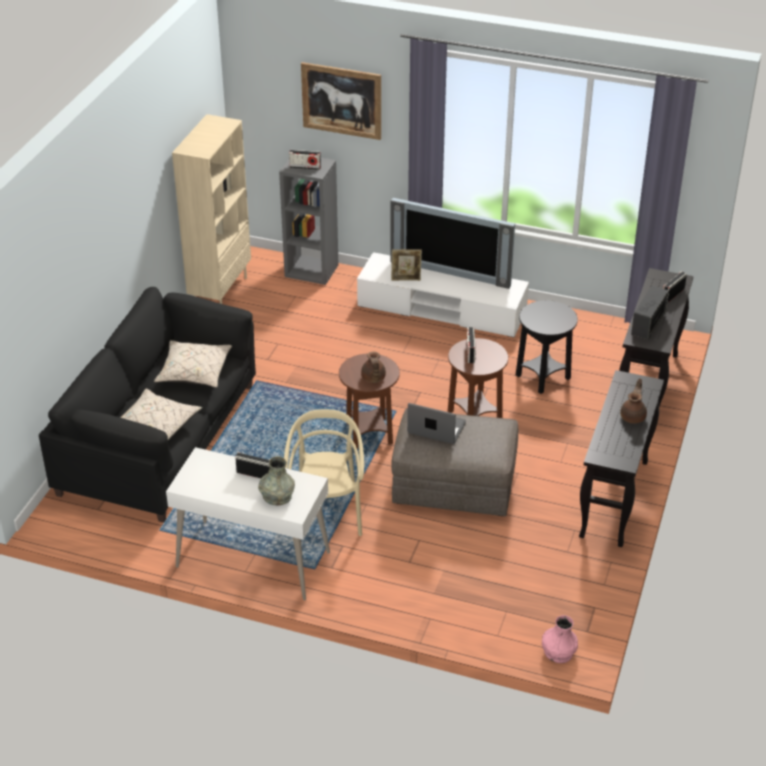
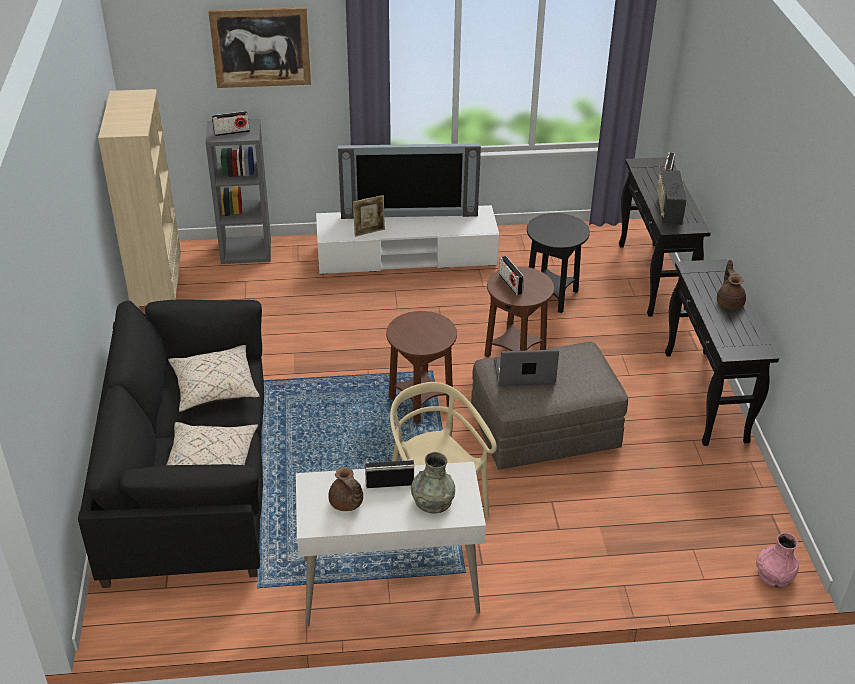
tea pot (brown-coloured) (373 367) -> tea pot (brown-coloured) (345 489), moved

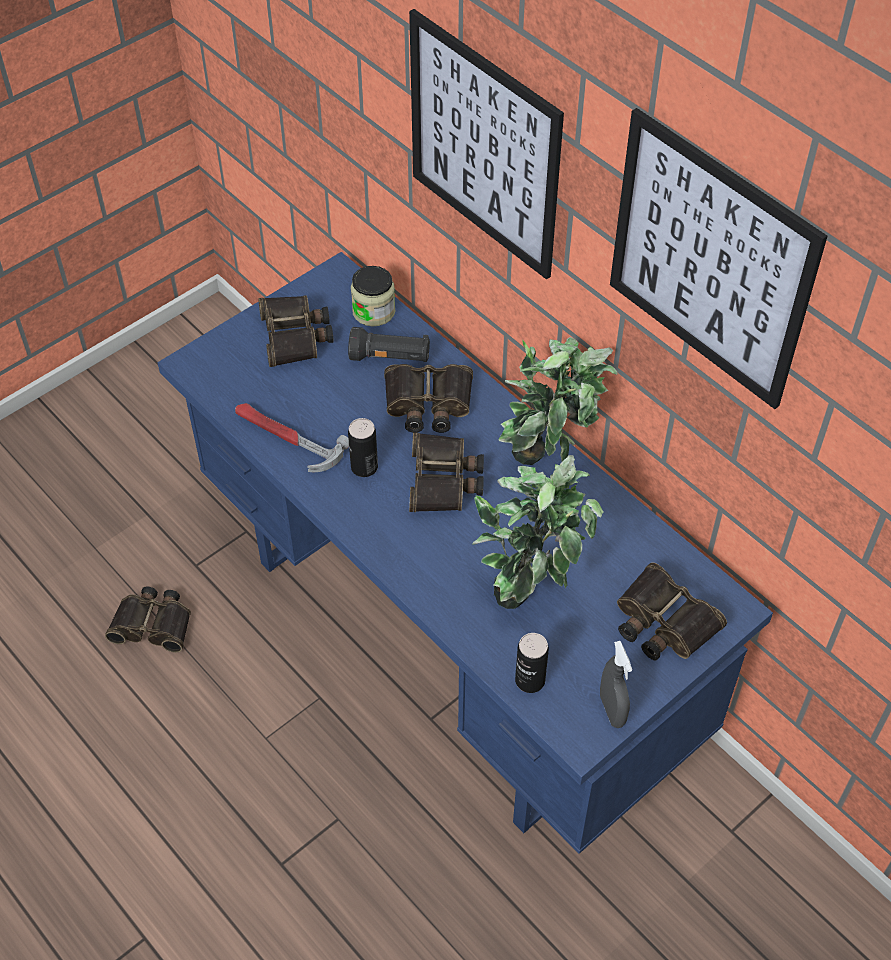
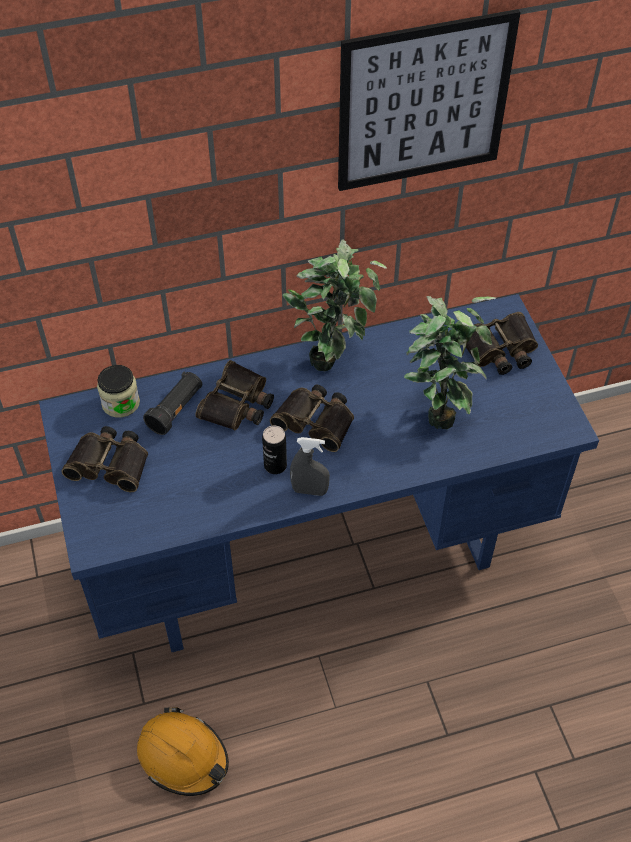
field glasses (148 619) -> safety helmet (orangey) (183 751)
hand hammer (292 437) -> none
wall art (486 144) -> none
can (532 663) -> none
hand sprayer (greyish) (616 684) -> hand sprayer (greyish) (310 466), moved

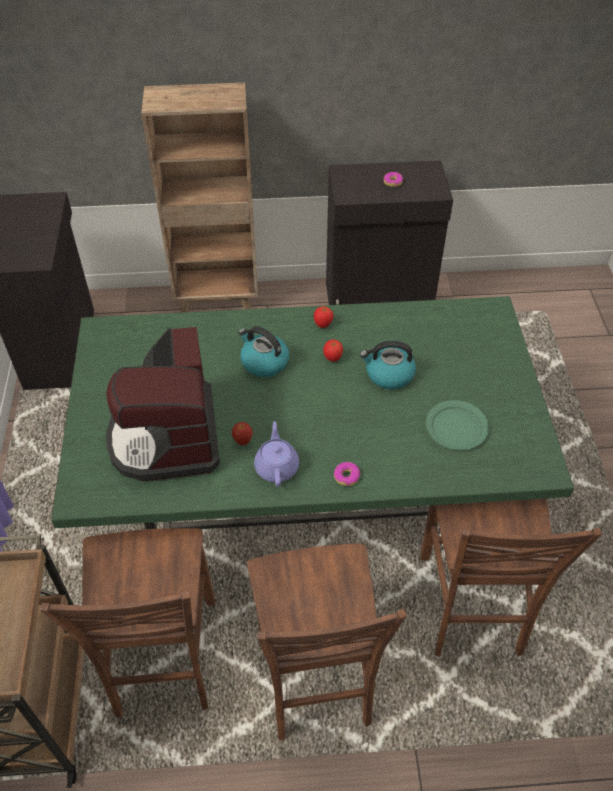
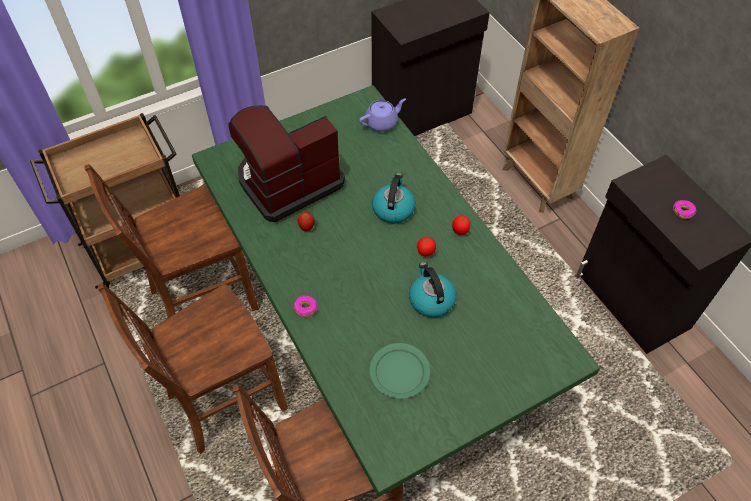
tea pot (purplish) (276 454) -> tea pot (purplish) (382 114), moved

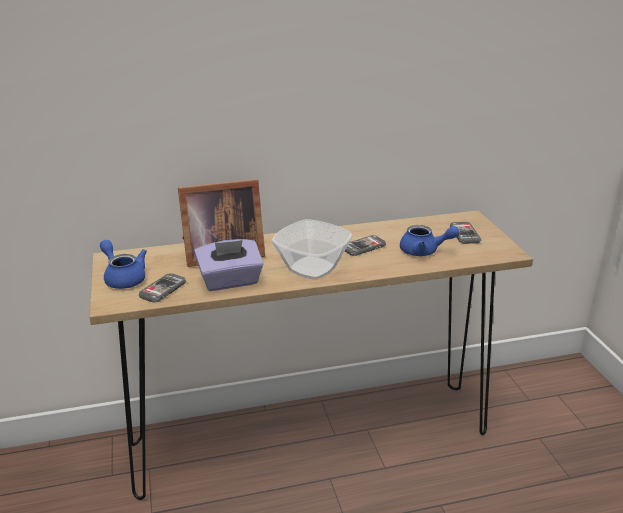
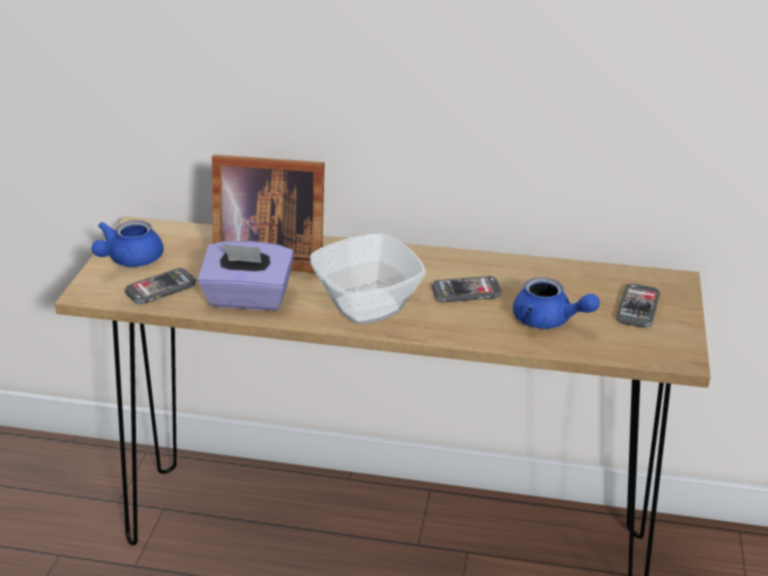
tea pot (bluish) (123 264) -> tea pot (bluish) (127 243), 135 degrees counterclockwise

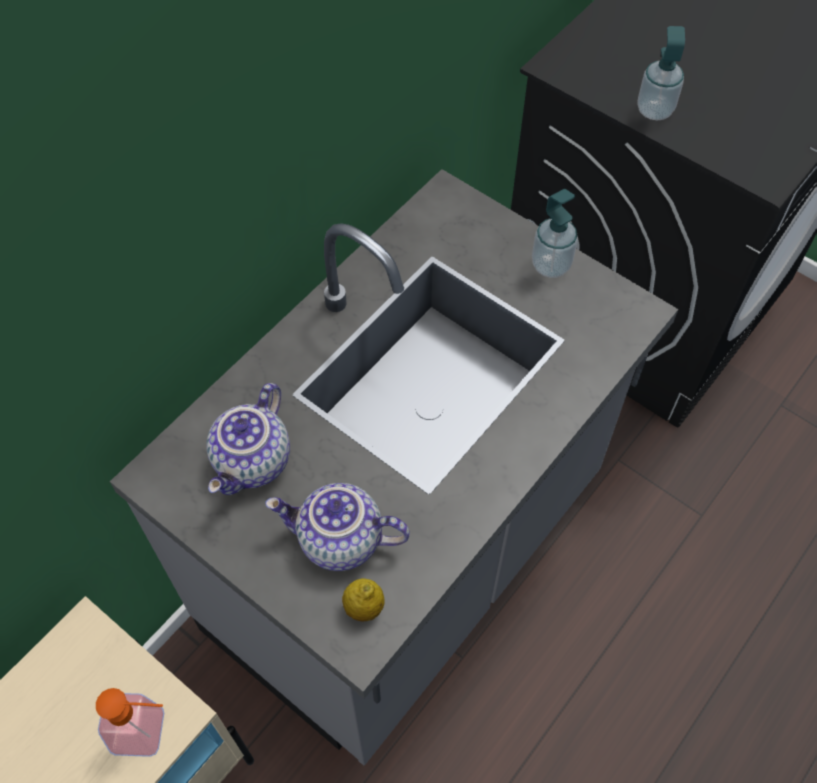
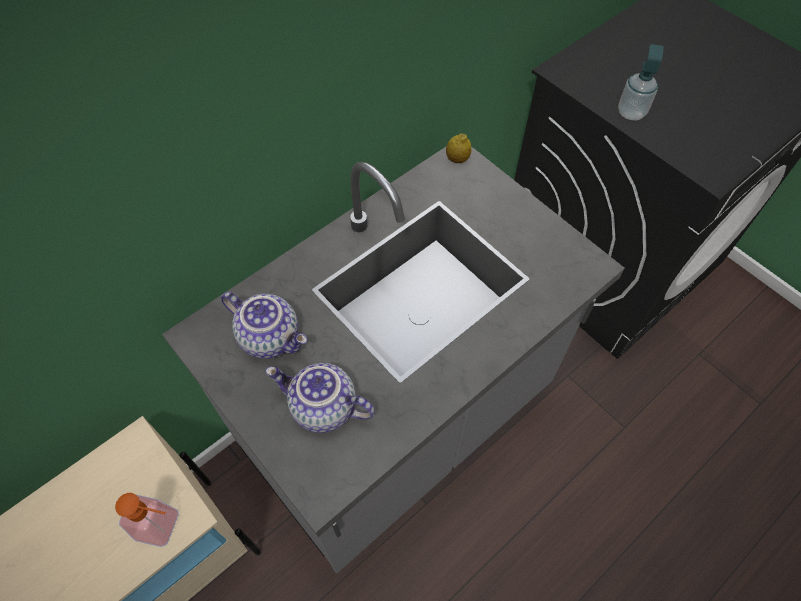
tea pot (248 439) -> tea pot (264 325), 90 degrees counterclockwise
citrus fruit (363 600) -> citrus fruit (458 148), moved
liquid soap bottle (555 233) -> none

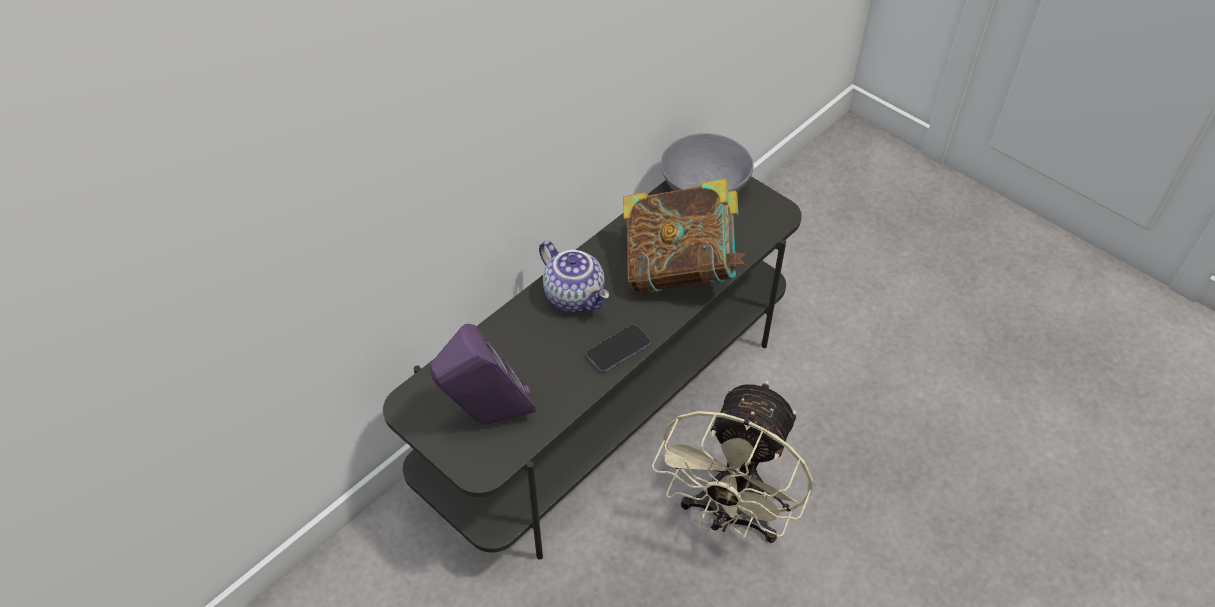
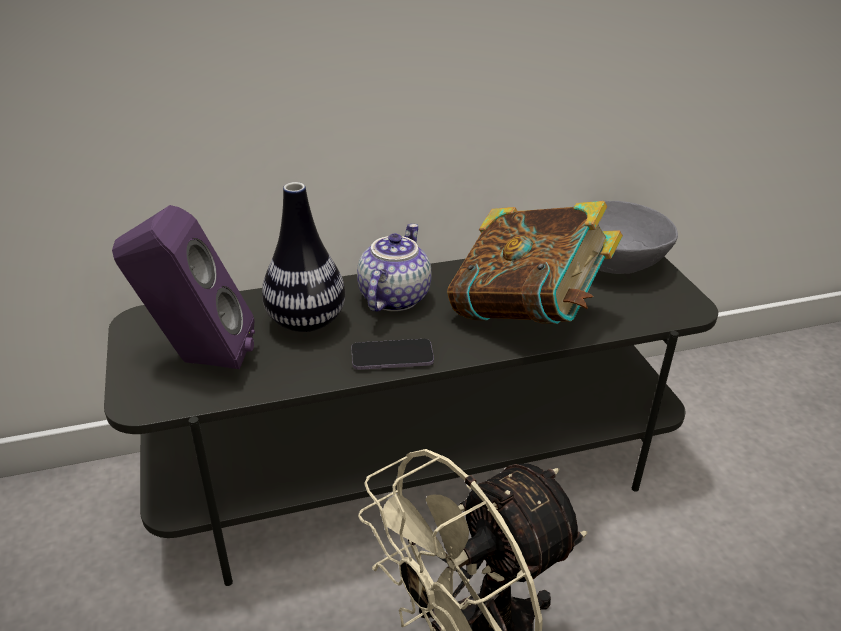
tea pot (574 276) -> tea pot (394 268), 150 degrees counterclockwise
none -> decorative vase (303 257)

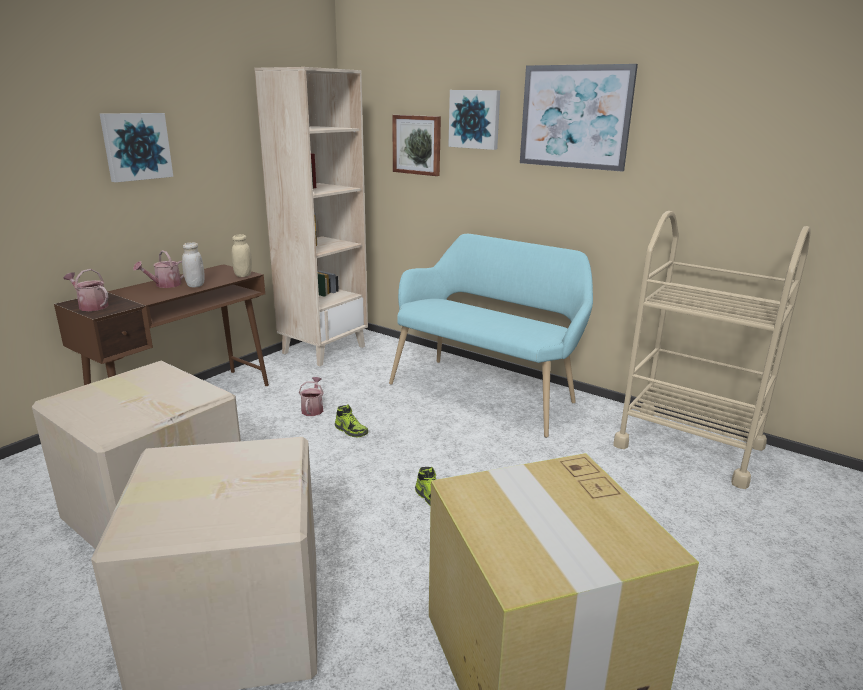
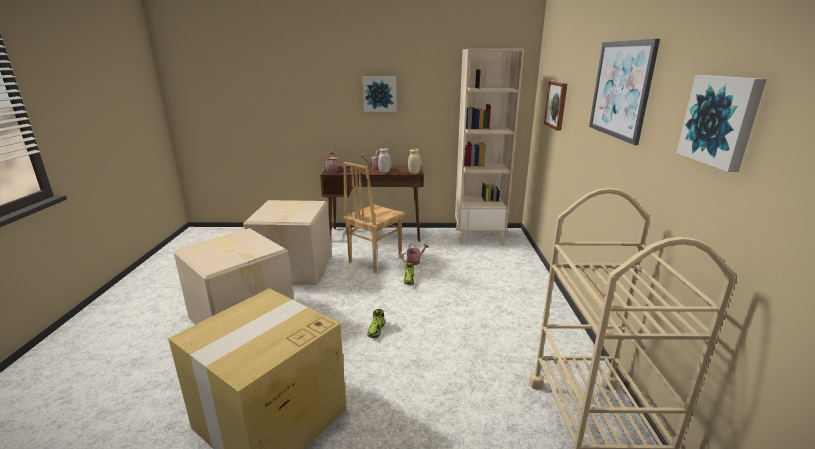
bench (turquoise-coloured) (491 336) -> none
wall art (474 120) -> wall art (721 123), moved
none -> upright chair (brown-coloured) (374 217)

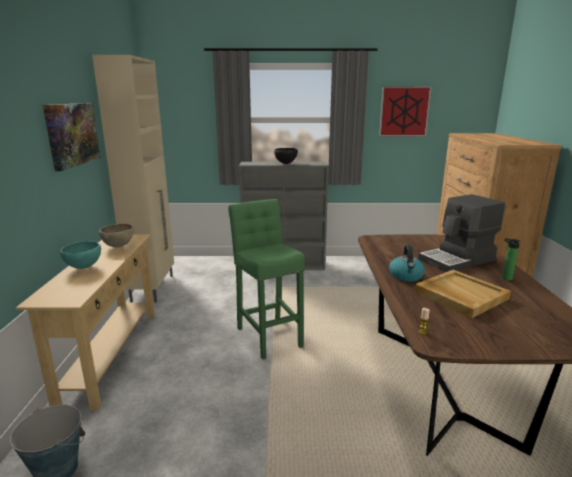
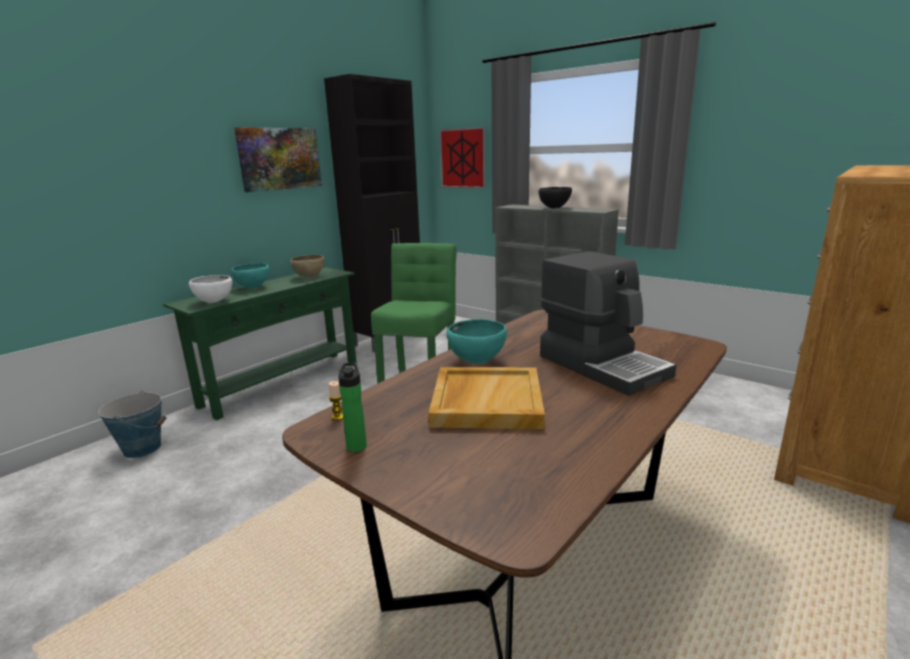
hall table (beige) (85 322) -> hall table (greenish) (260 343)
cabinet (beige) (133 178) -> cabinet (black) (372 213)
wall art (405 111) -> wall art (462 157), moved
tea kettle (407 263) -> bowl (turquoise-coloured) (476 341)
coffee machine (461 233) -> coffee machine (608 323), 135 degrees counterclockwise
drink bottle (511 259) -> drink bottle (352 407), moved
none -> bowl (whitish) (211 289)

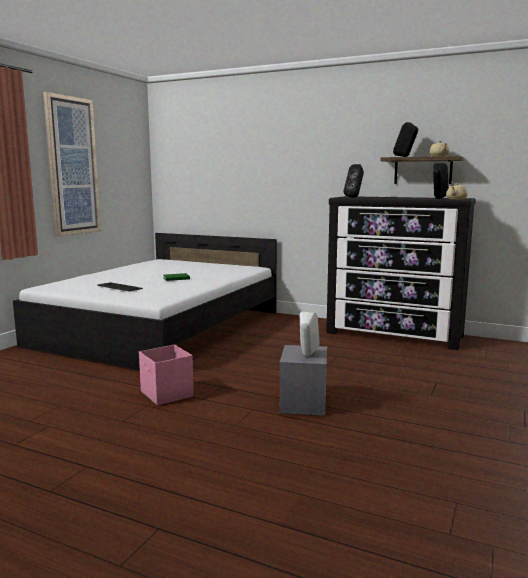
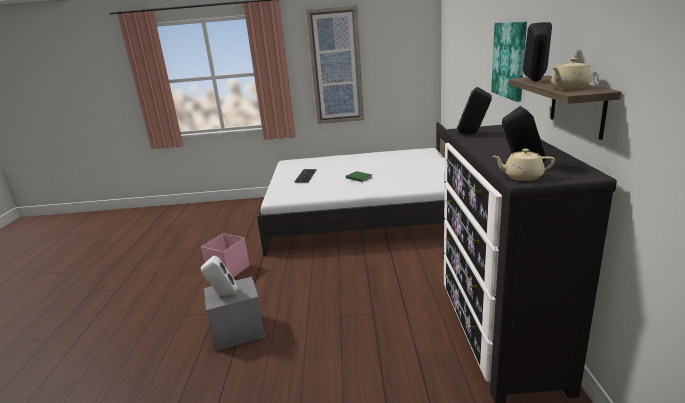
none -> wall art (509 62)

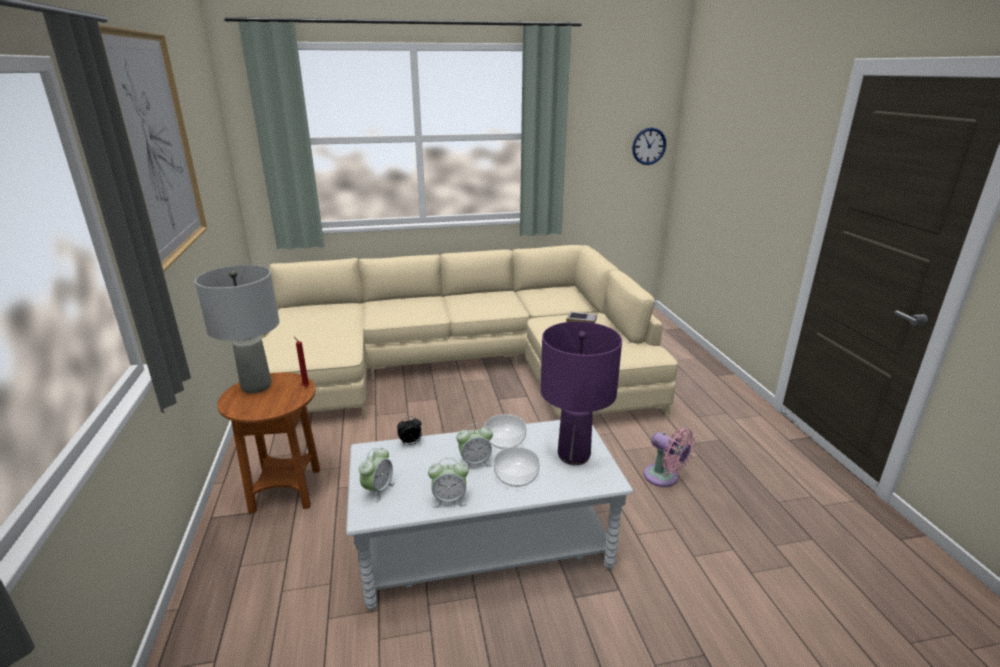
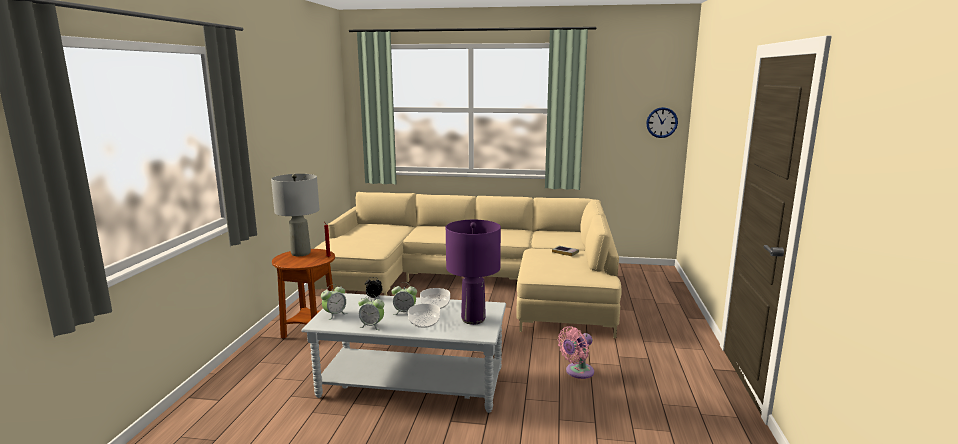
wall art (153 148) -> none
cooling fan (pink) (669 457) -> cooling fan (pink) (576 352), 75 degrees clockwise

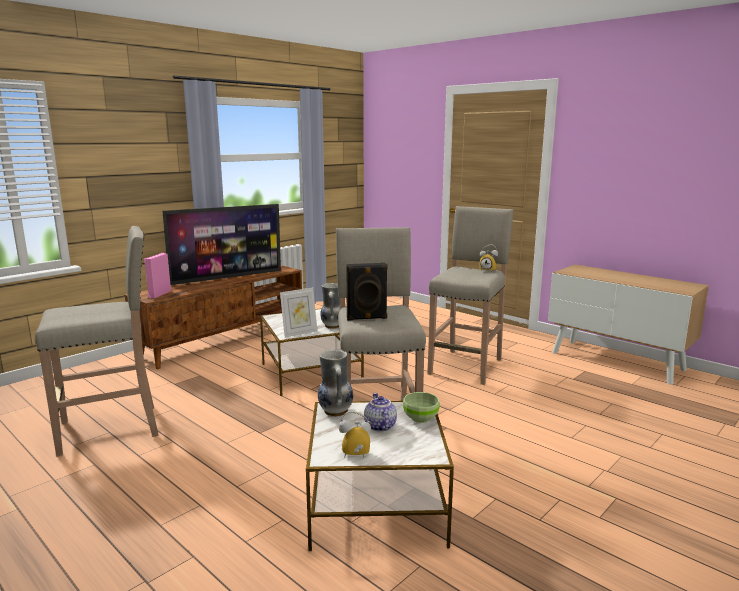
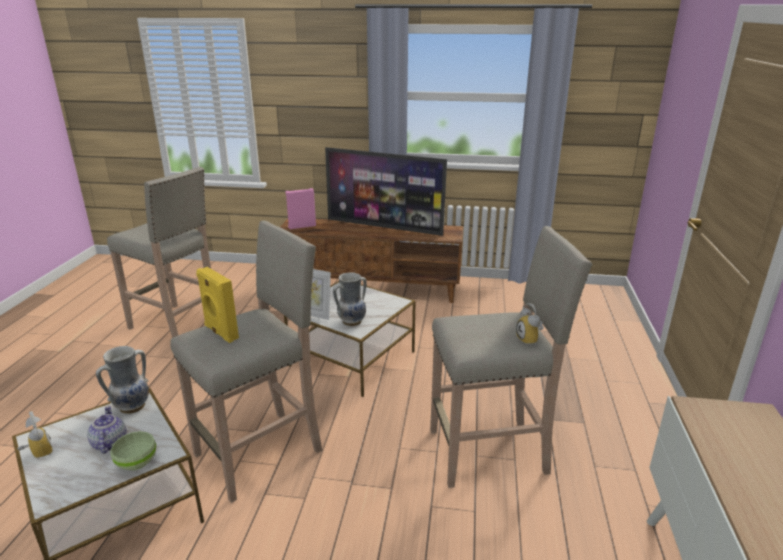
audio speaker (black) (367 292) -> audio speaker (yellow-coloured) (217 305)
tea pot (380 412) -> tea pot (107 430), 60 degrees counterclockwise

